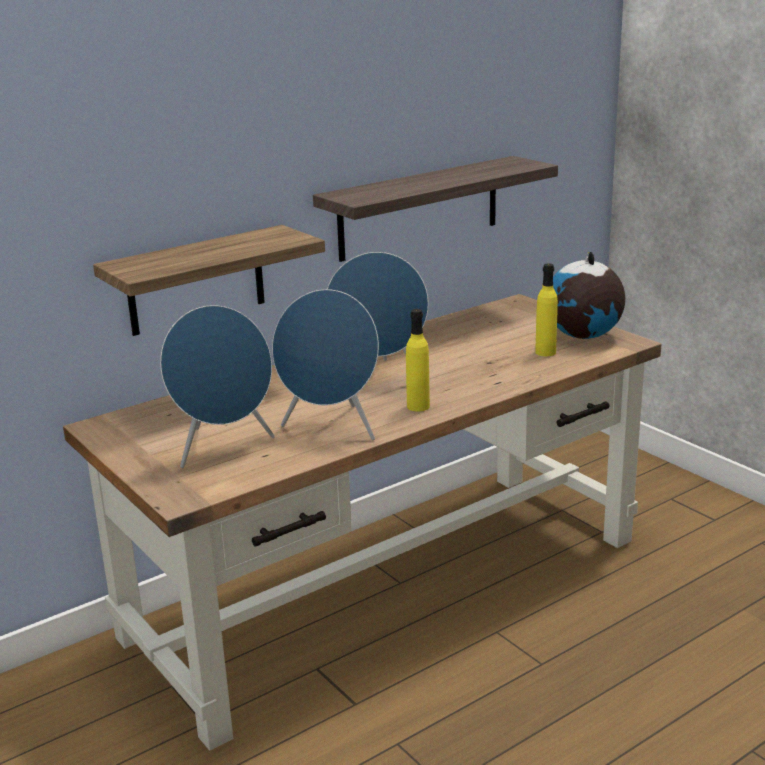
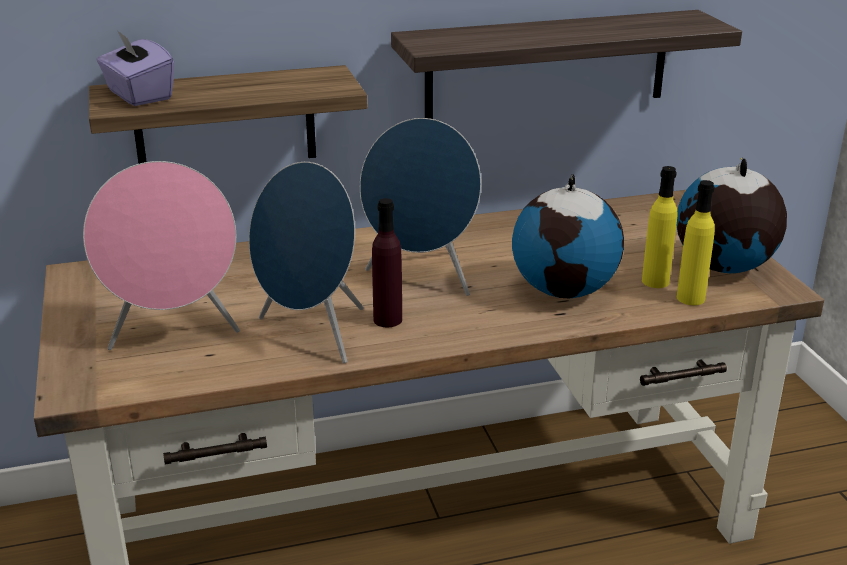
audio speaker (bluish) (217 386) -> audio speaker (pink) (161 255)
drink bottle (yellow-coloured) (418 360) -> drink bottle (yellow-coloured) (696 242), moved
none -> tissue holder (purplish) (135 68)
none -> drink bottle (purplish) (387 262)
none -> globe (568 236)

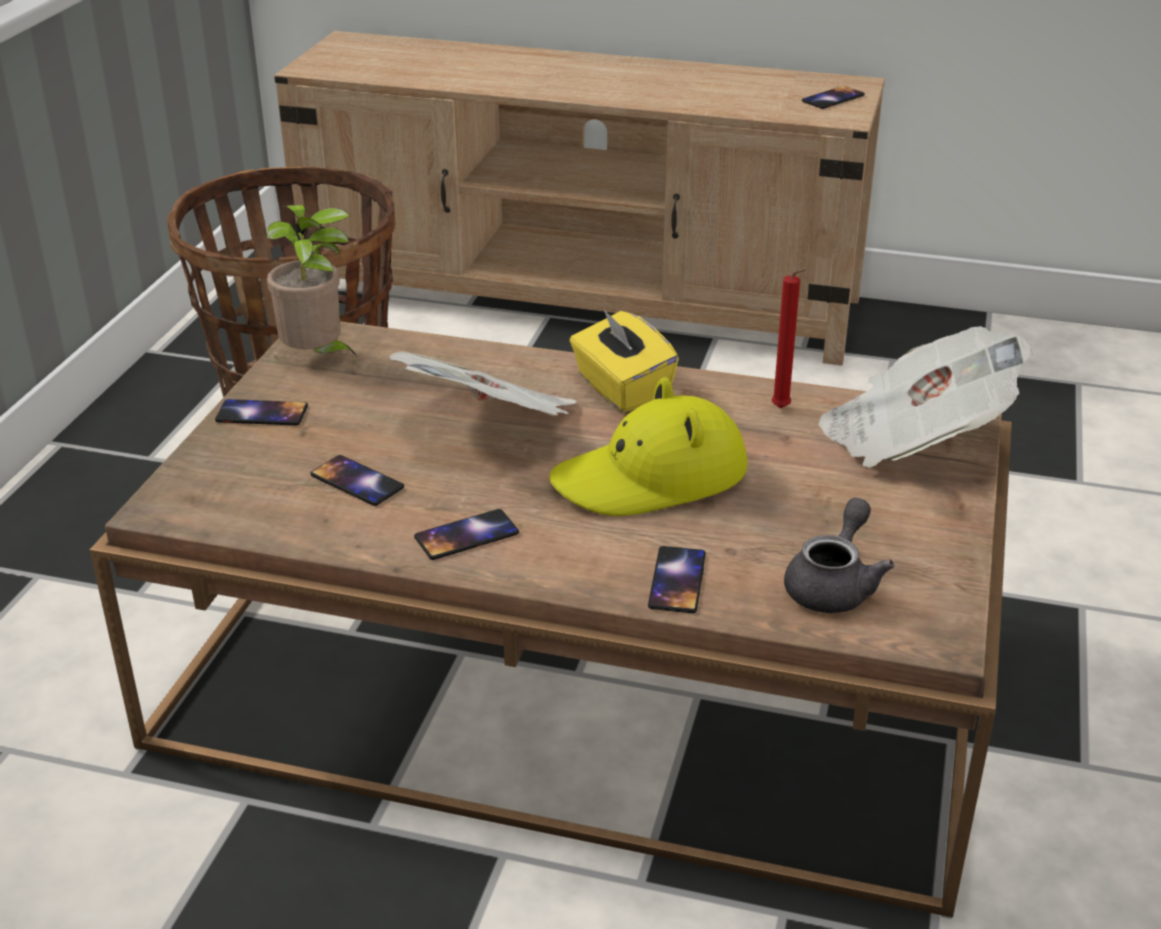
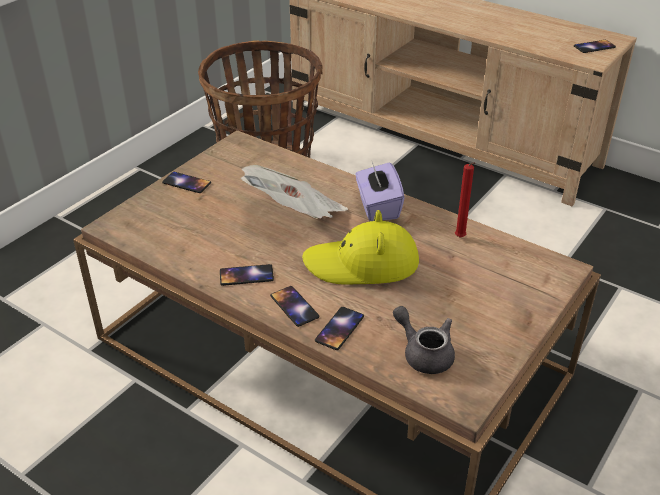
potted plant (312 280) -> none
telephone (357 480) -> telephone (295 306), moved
tissue holder (yellow-coloured) (624 360) -> tissue holder (purplish) (380 191)
tea pot (greyish) (839 555) -> tea pot (greyish) (424 340), 90 degrees counterclockwise
daily paper (925 397) -> none

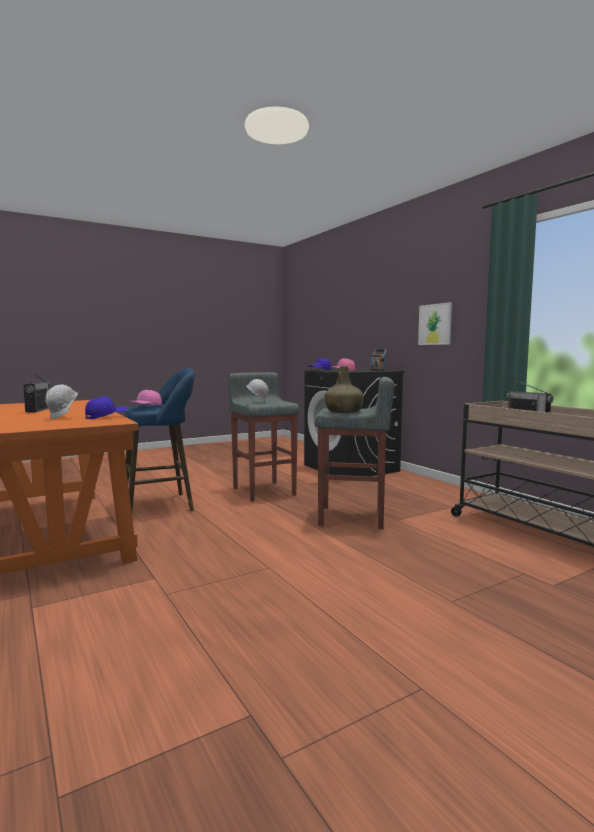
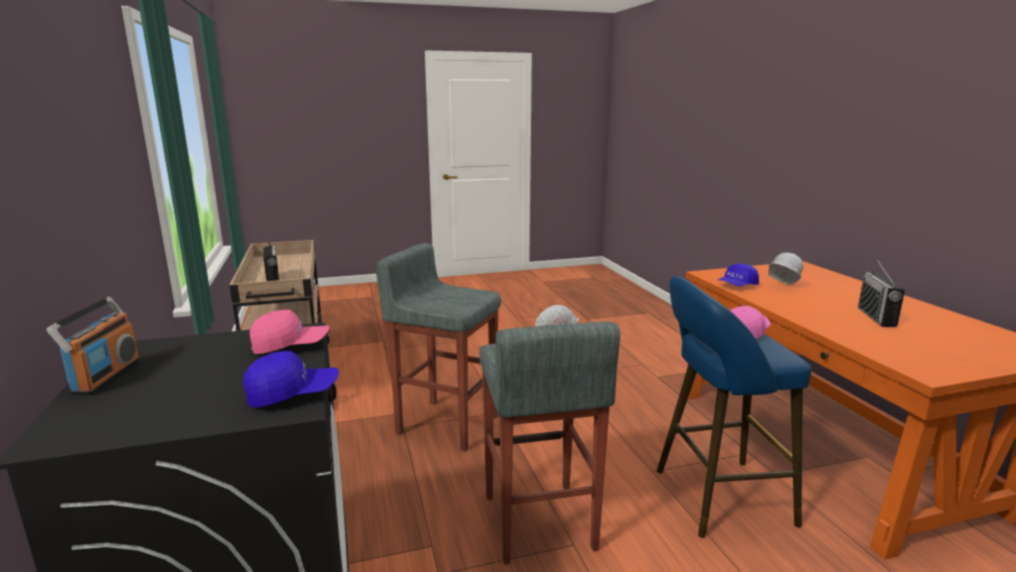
drink bottle (greenish) (344 389) -> none
wall art (435 323) -> none

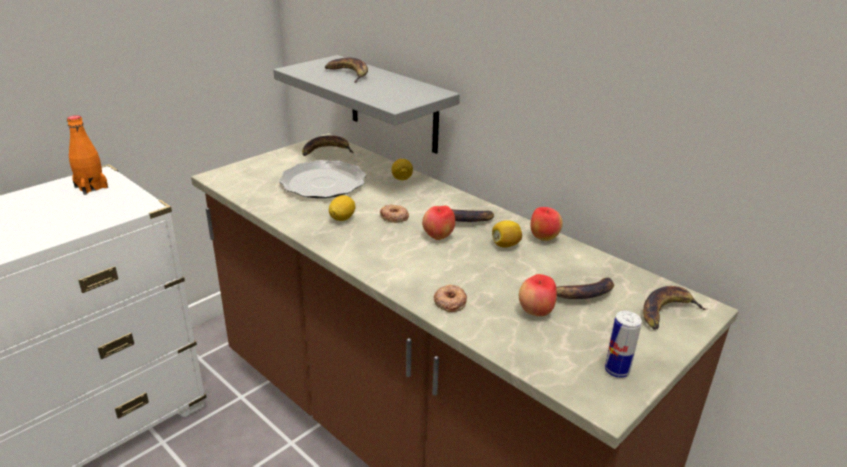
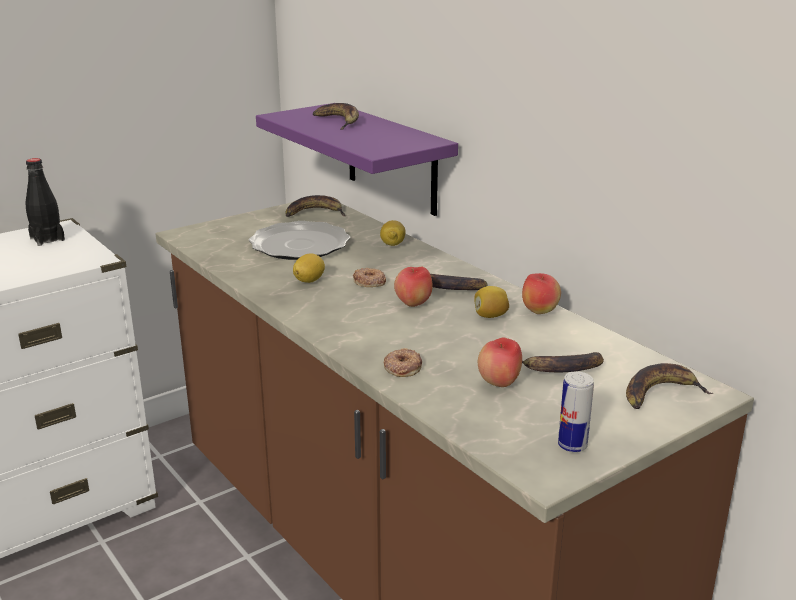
drink bottle (orangey) (87 155) -> drink bottle (black) (45 202)
bracket shelf (greyish) (366 104) -> bracket shelf (purplish) (357 159)

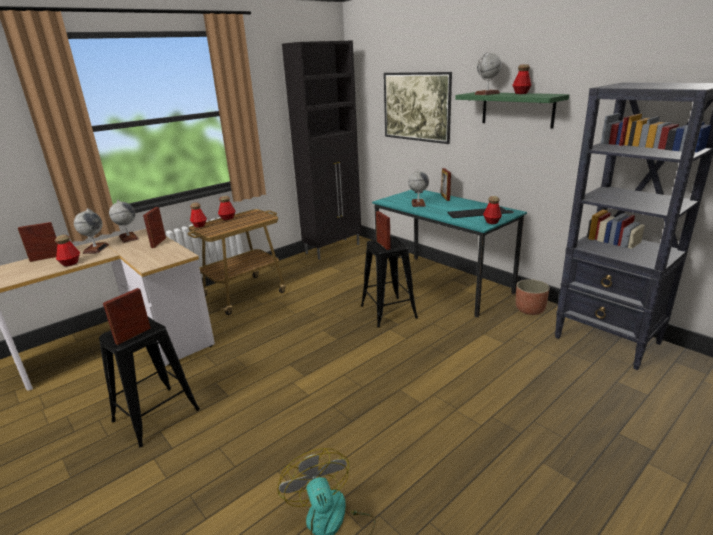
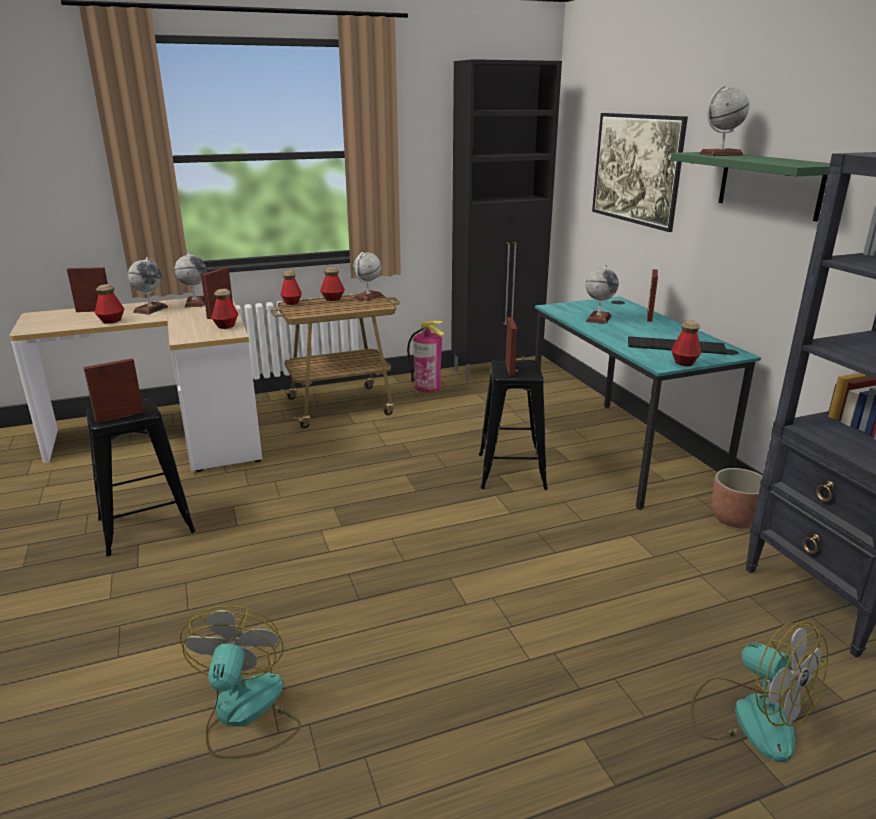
drink bottle (522 79) -> drink bottle (225 309), moved
none -> globe (368 276)
none -> extinguisher (426 356)
none -> cooling fan (759 691)

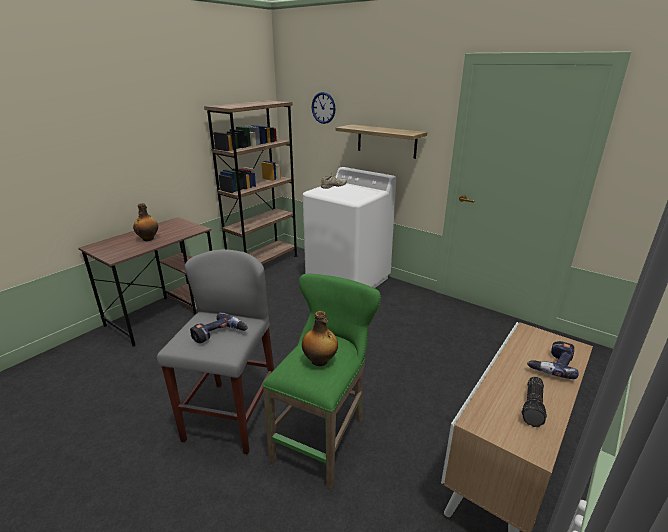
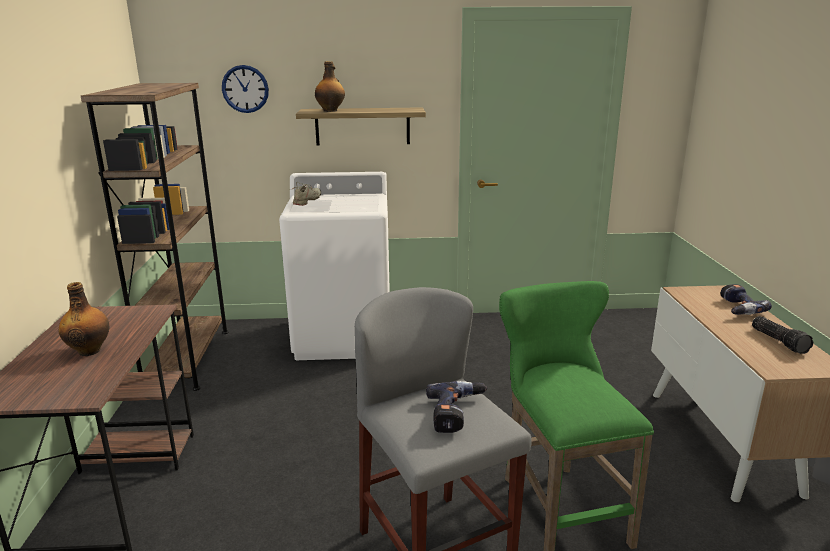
drink bottle (320 338) -> drink bottle (330 86), moved

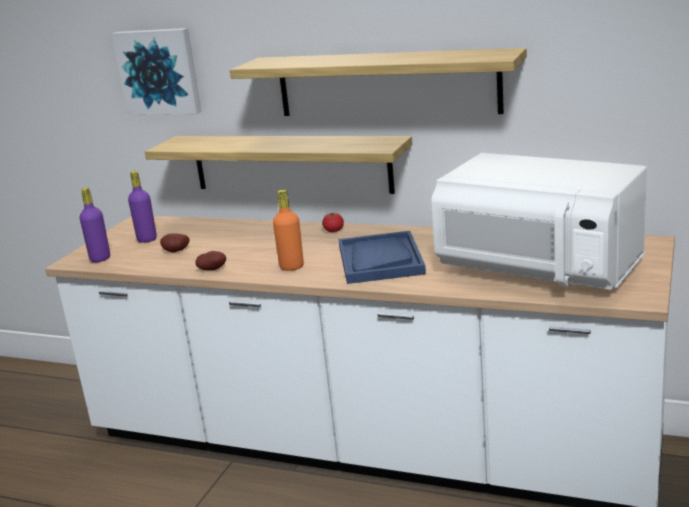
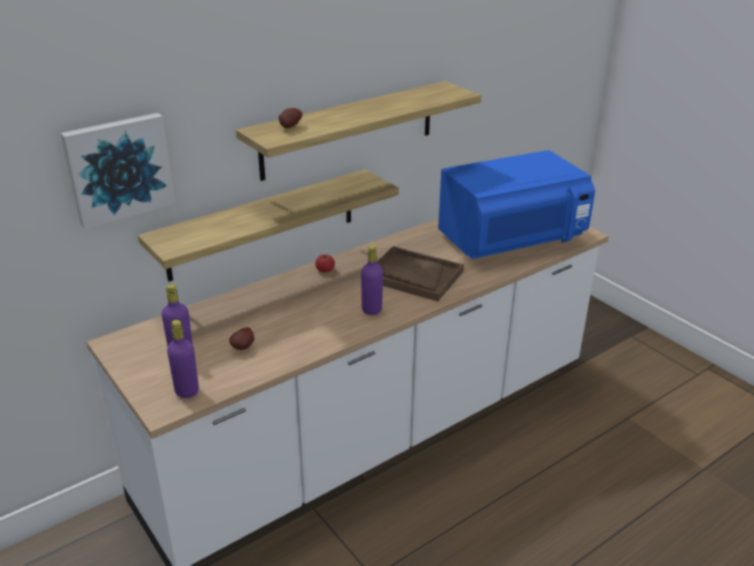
spud (210 260) -> spud (290 118), moved
drink bottle (orangey) (288 230) -> drink bottle (purplish) (372 280)
tray (bluish) (382 257) -> tray (brown-coloured) (420 273)
kitchen microwave (whitish) (539 221) -> kitchen microwave (bluish) (516 204)

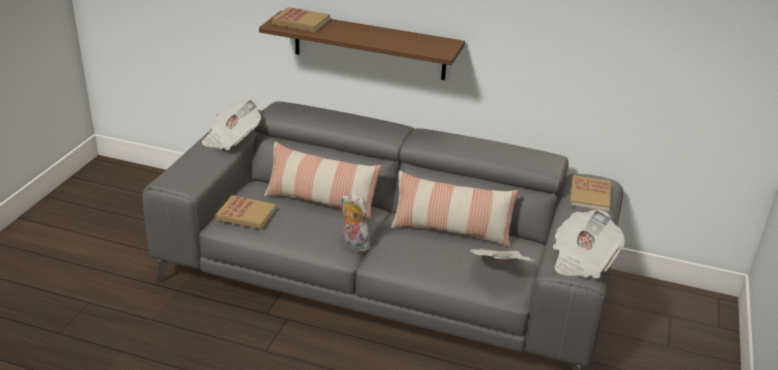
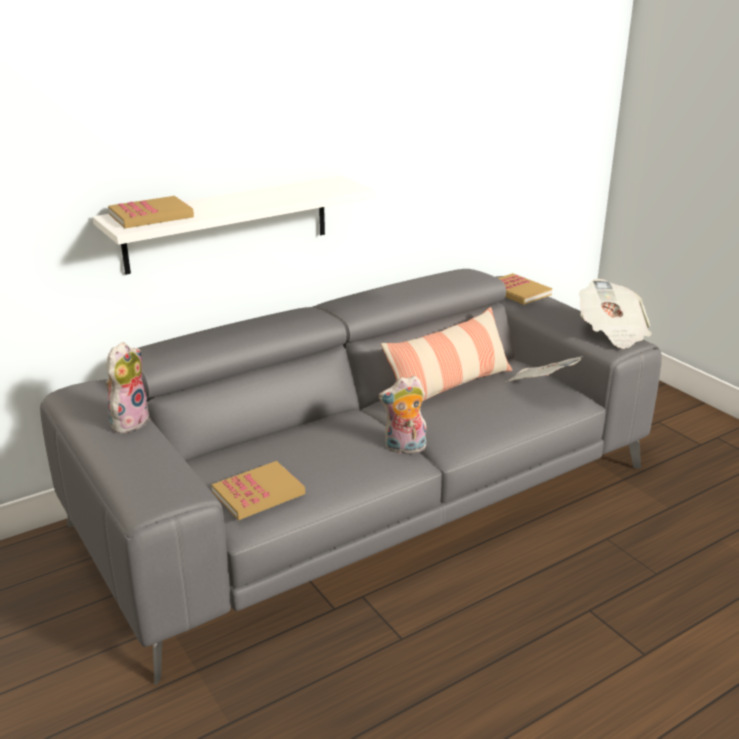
daily paper (231 125) -> soft toy (128 388)
bracket shelf (brown-coloured) (362 45) -> bracket shelf (whitish) (234 225)
pillow (323 181) -> none

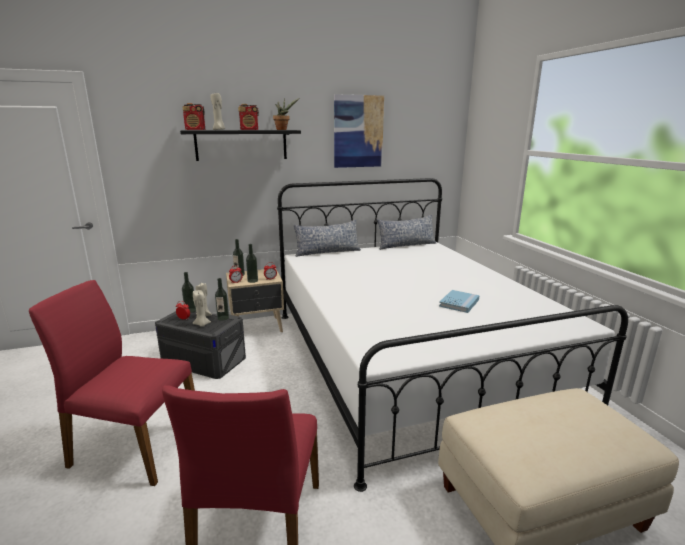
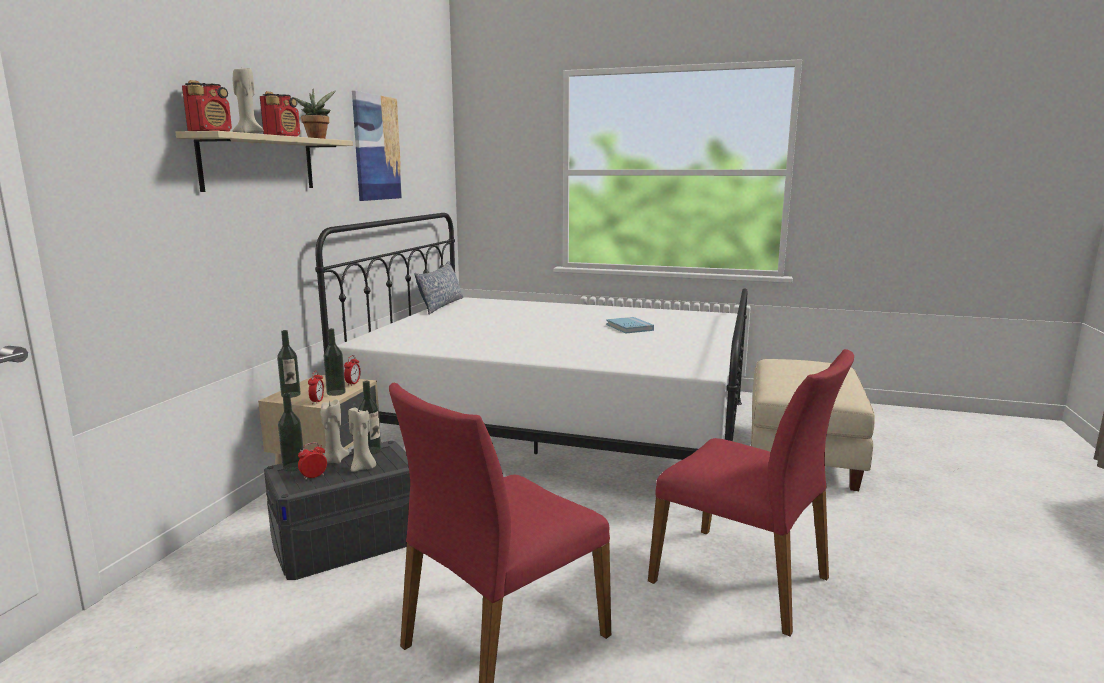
bracket shelf (black) (240 145) -> bracket shelf (beige) (264 161)
pillow (327 238) -> none

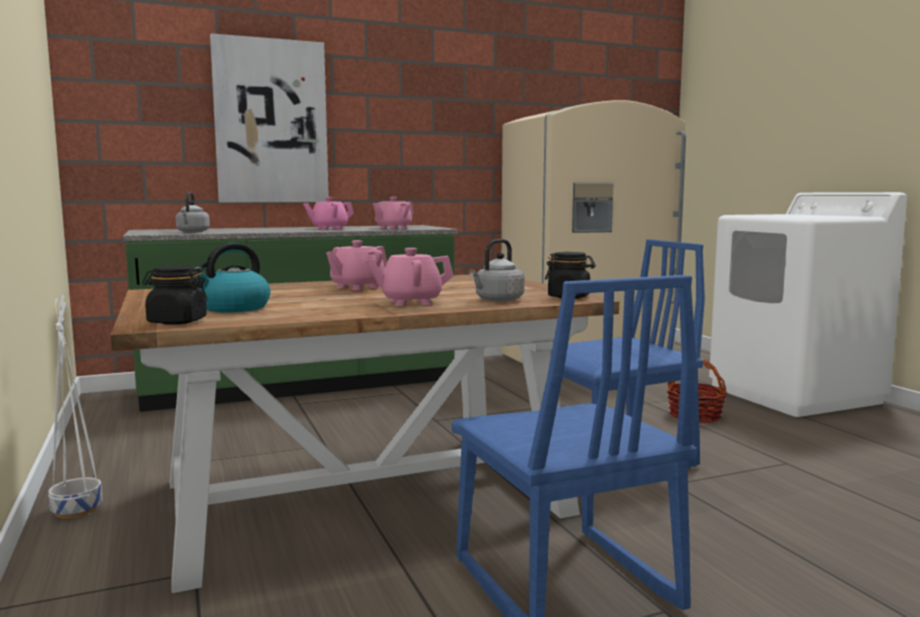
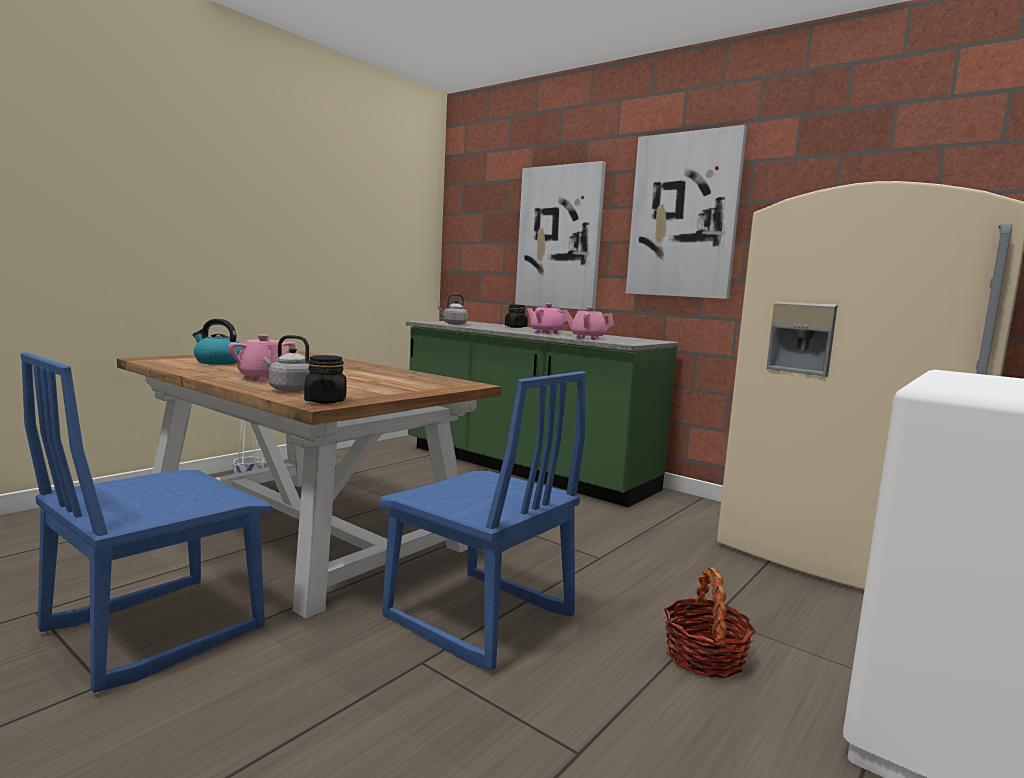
storage jar (black) (175 295) -> storage jar (black) (516 316), moved
tea pot (pink) (356 265) -> none
none -> wall art (686 212)

